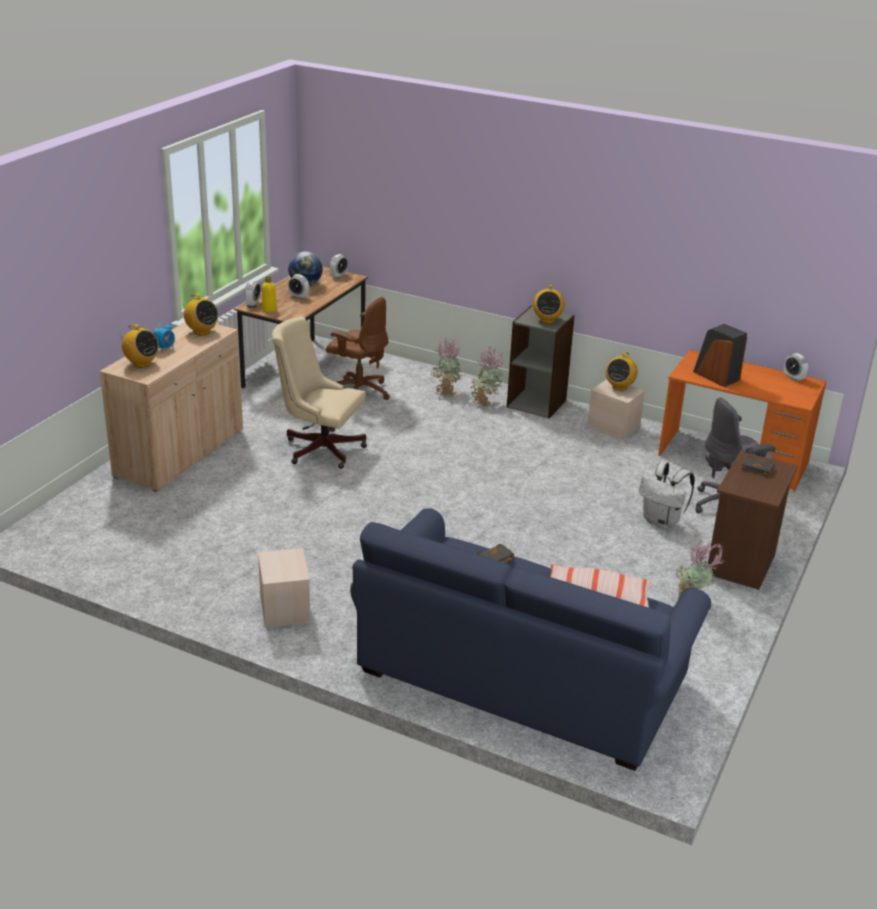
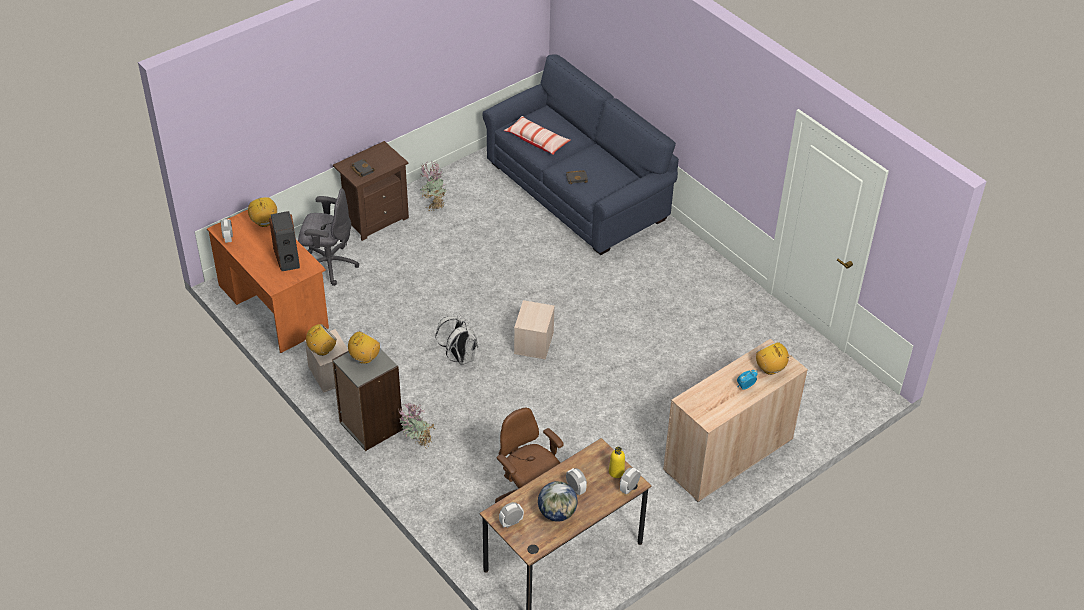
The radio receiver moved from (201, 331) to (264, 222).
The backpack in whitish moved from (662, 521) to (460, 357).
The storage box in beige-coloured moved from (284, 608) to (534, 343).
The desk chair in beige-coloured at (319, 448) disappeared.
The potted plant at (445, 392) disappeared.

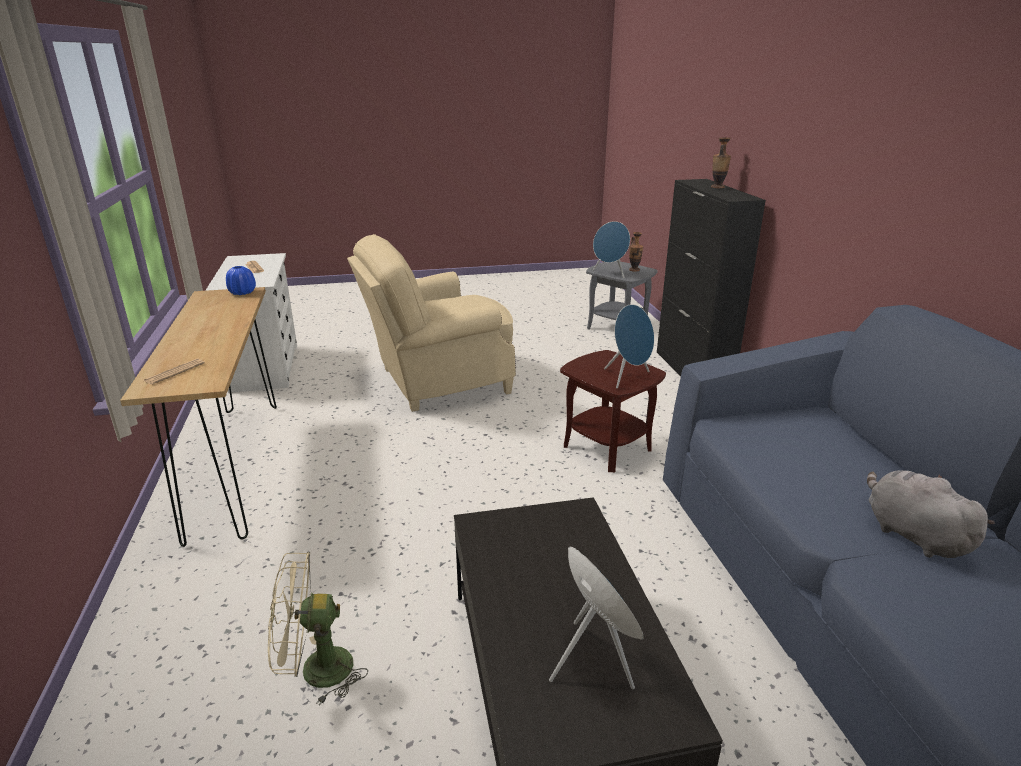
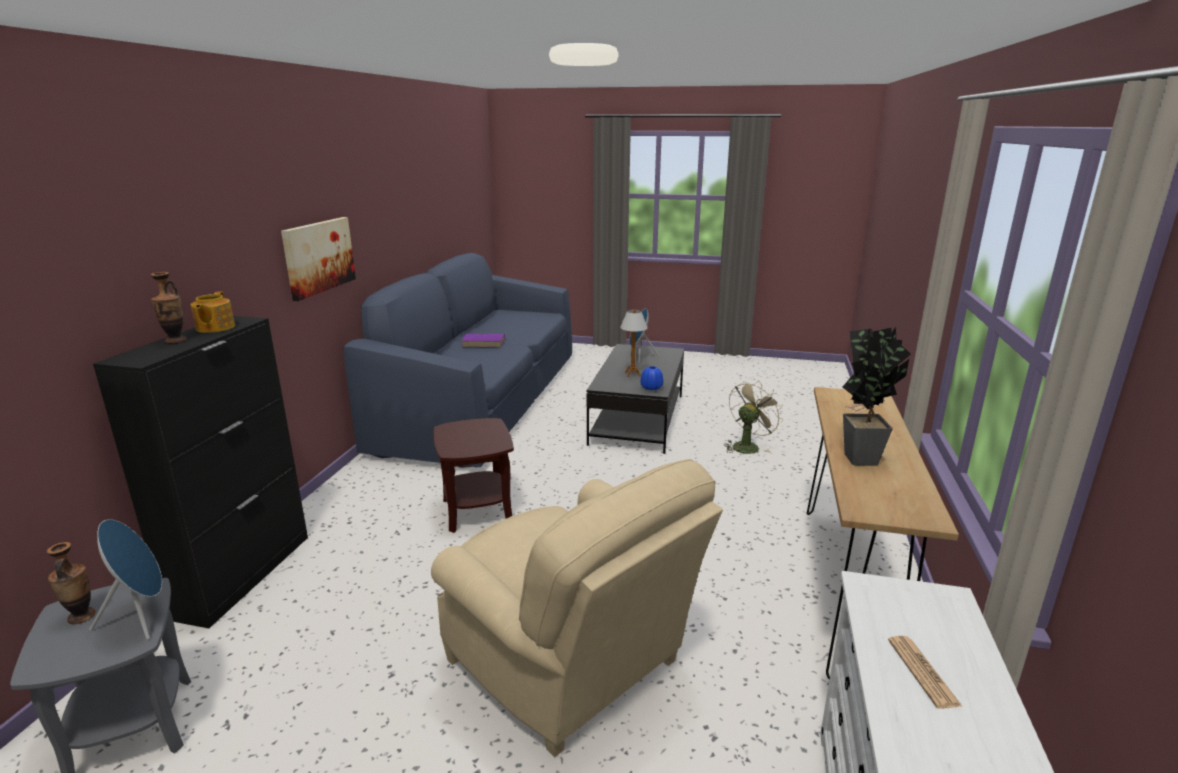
The pot for tea at (214, 328) appeared.
The picture at (318, 256) appeared.
The armchair in beige-coloured at (438, 381) turned 45 degrees clockwise.
The soft toy in greyish at (912, 534) was replaced by the bound book in purple-coloured at (484, 342).
The table lamp at (632, 374) appeared.
The decorative vase in bluish moved from (242, 292) to (651, 388).
The fan in beige-coloured at (315, 671) turned 60 degrees counterclockwise.
The potted plant at (862, 456) appeared.
The loudspeaker in bluish at (628, 378) disappeared.

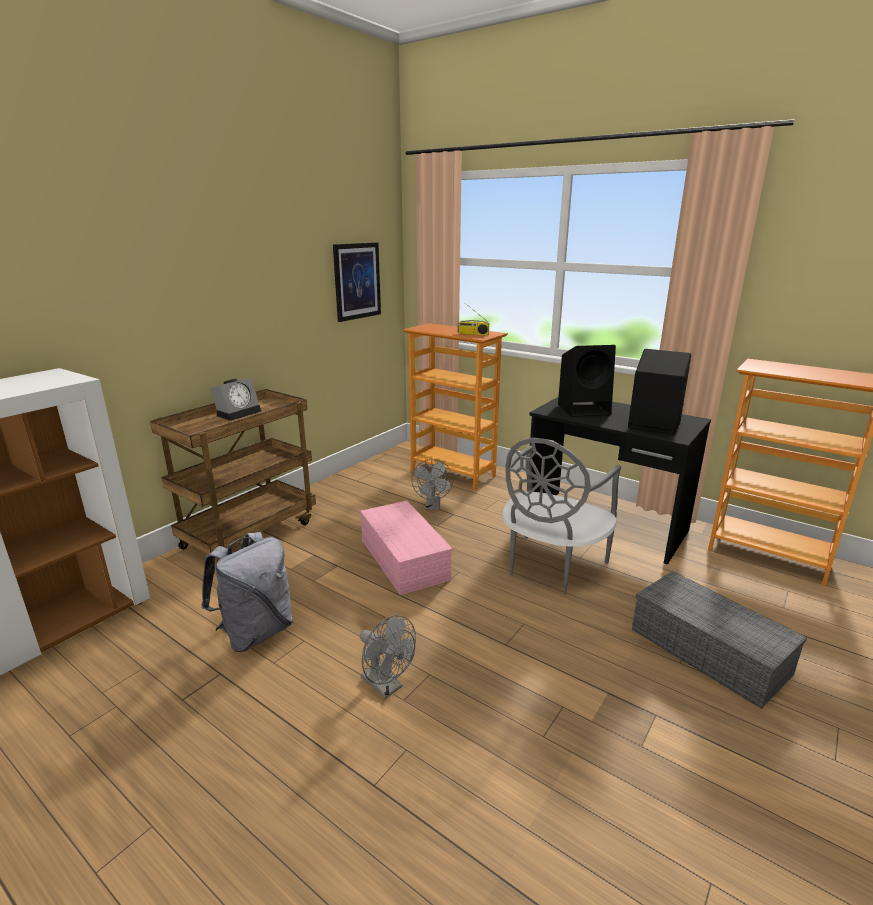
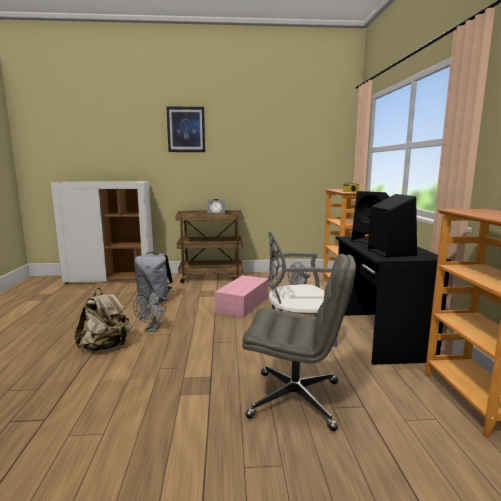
The backpack in beige-coloured at (105, 347) appeared.
The picture moved from (357, 281) to (186, 129).
The storage box in greyish at (711, 651) was replaced by the desk chair in greyish at (296, 399).

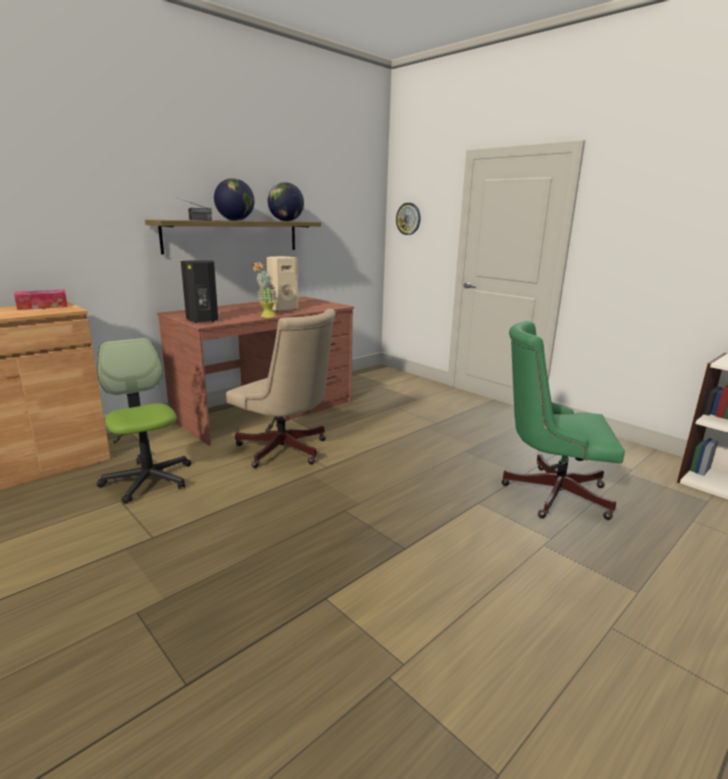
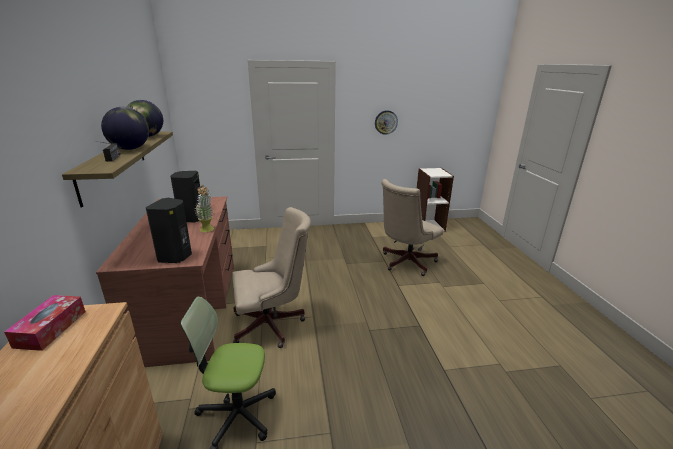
The loudspeaker in beige-coloured at (282, 309) became the loudspeaker in blackish at (191, 218).
The hanging clock moved from (408, 219) to (386, 122).
The desk chair in green at (549, 492) became the desk chair in beige-coloured at (405, 263).

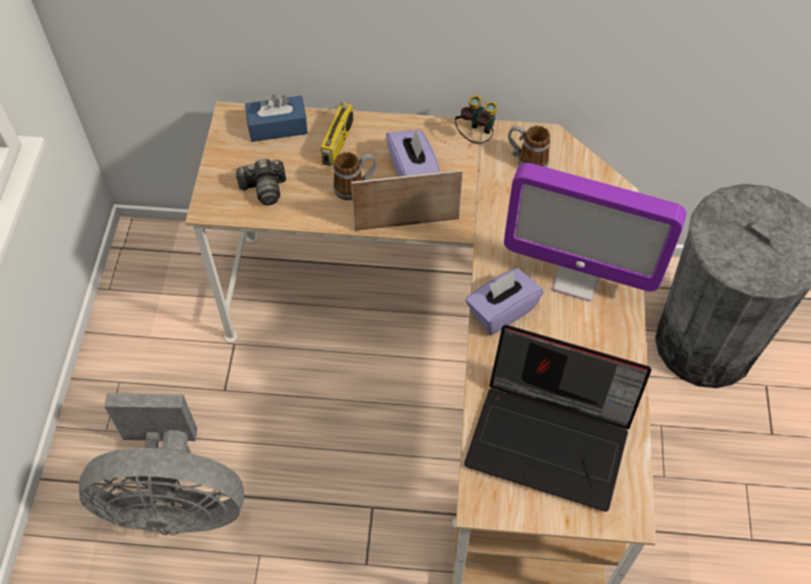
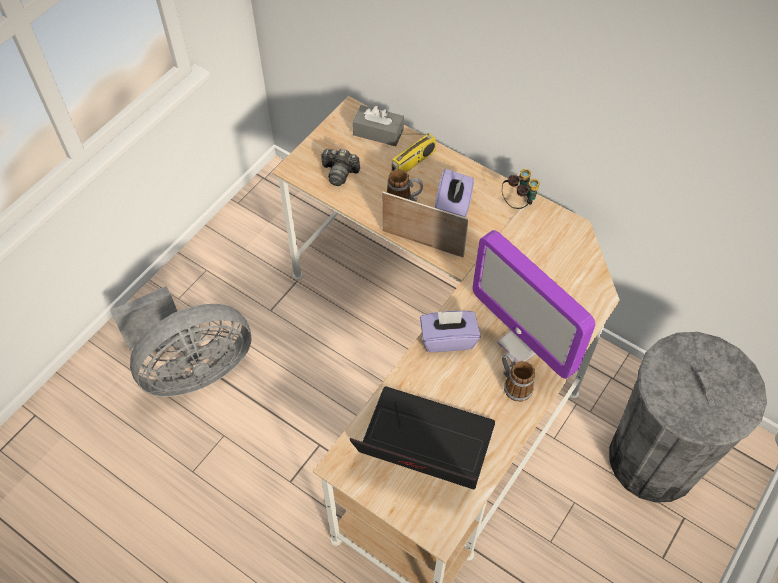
The fan in greyish at (175, 501) turned 60 degrees counterclockwise.
The laptop at (552, 437) turned 150 degrees clockwise.
The tissue box in bluish at (277, 127) became the tissue box in greyish at (378, 132).
The tea mug moved from (526, 160) to (514, 384).

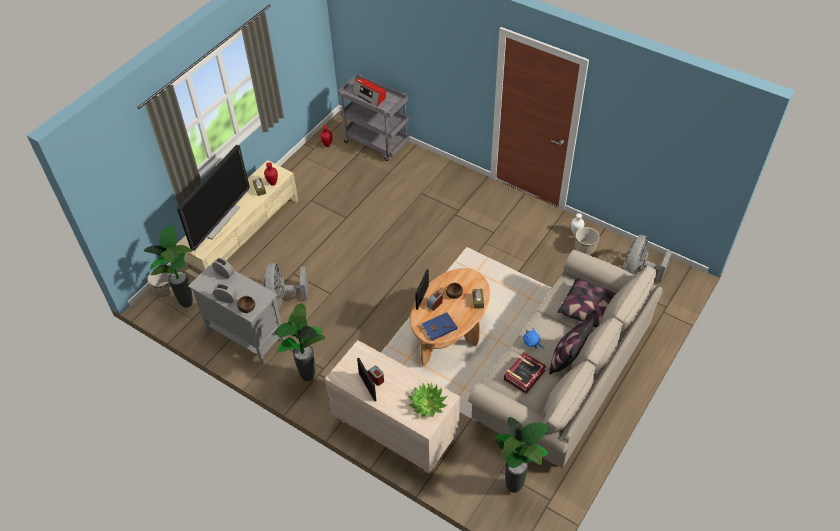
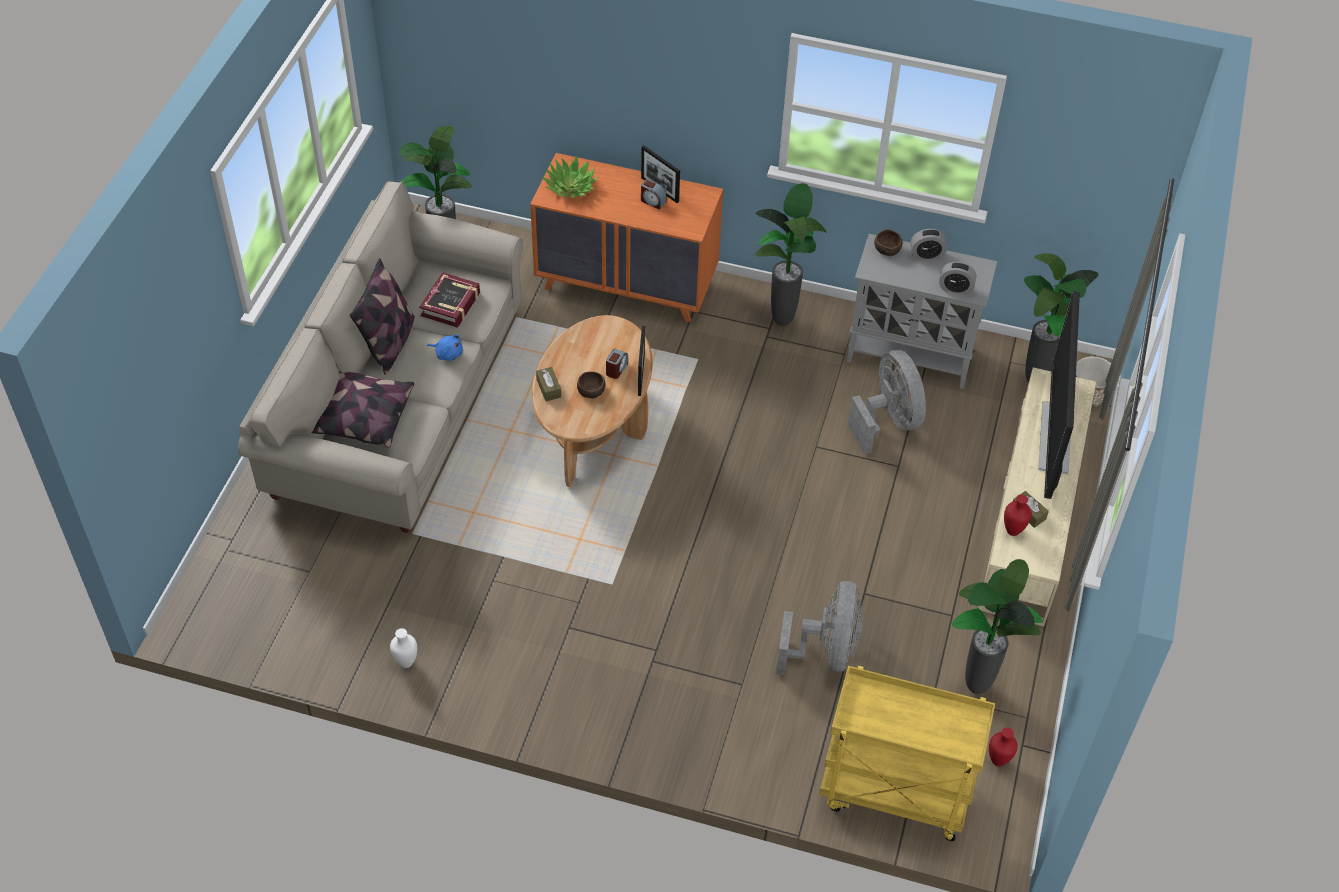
The chest of drawers in beige-coloured at (394, 430) became the chest of drawers in orange at (627, 284).
The fan in greyish moved from (638, 273) to (825, 652).
The wheeled cart in greyish at (377, 143) became the wheeled cart in yellow at (893, 794).
The potted plant at (974, 687) appeared.
The radio receiver at (369, 95) disappeared.
The bound book in bluish at (438, 327) disappeared.
The planter at (584, 249) disappeared.

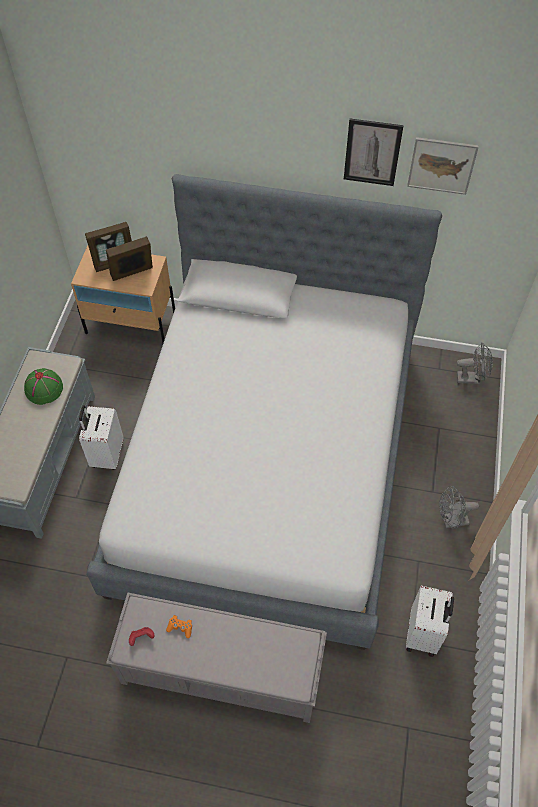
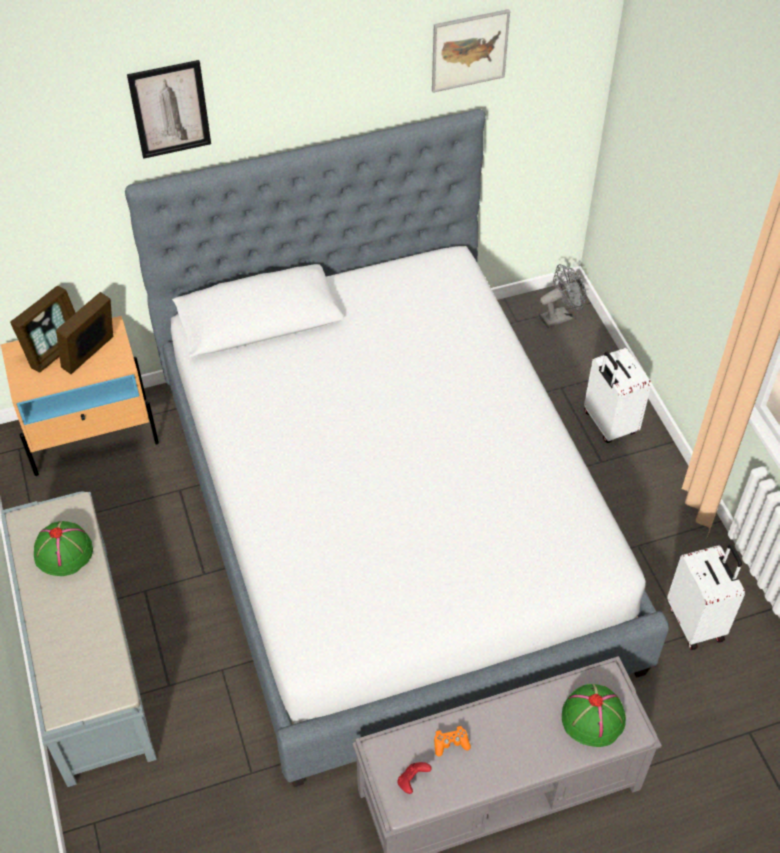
The picture moved from (372, 152) to (170, 109).
The clothing hat in green at (593, 718) appeared.
The piece of luggage in whitish moved from (106, 455) to (608, 424).
The fan in greyish at (451, 521) disappeared.

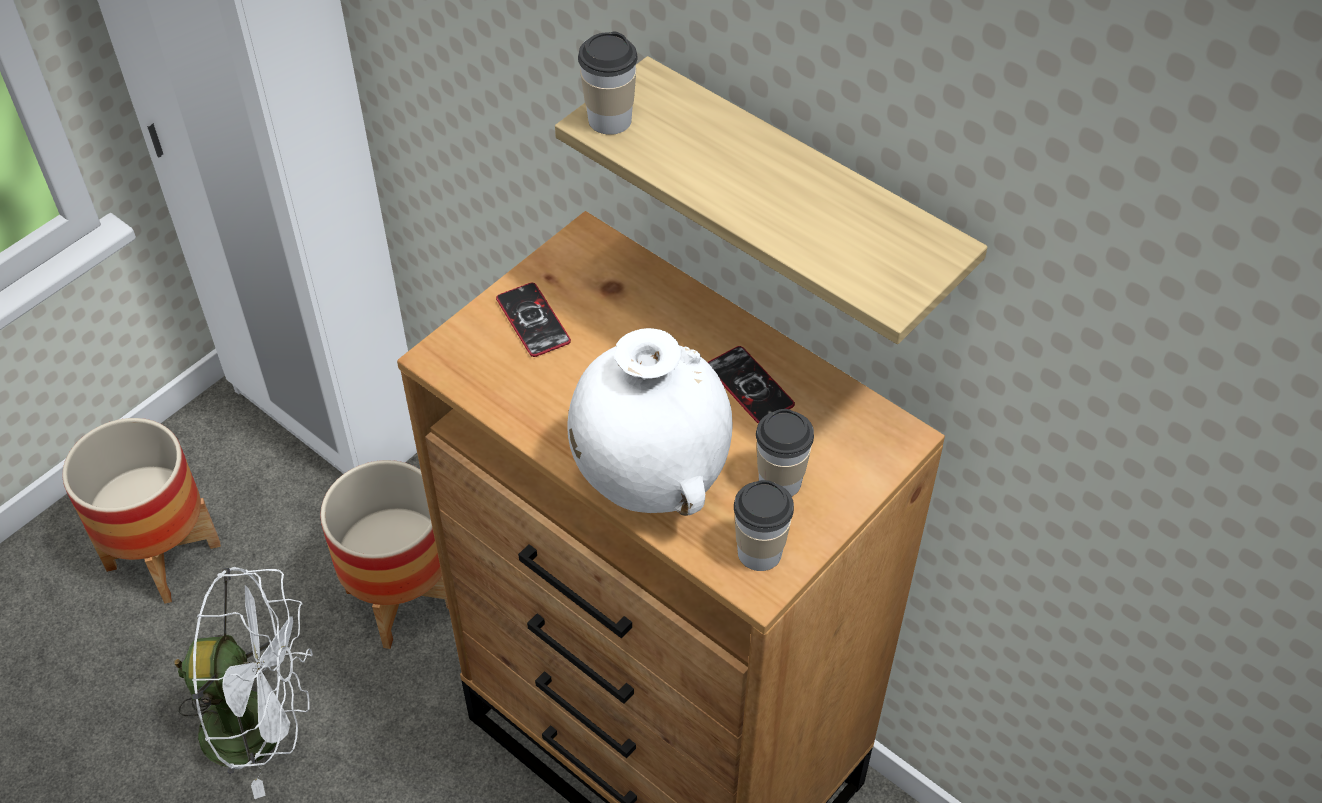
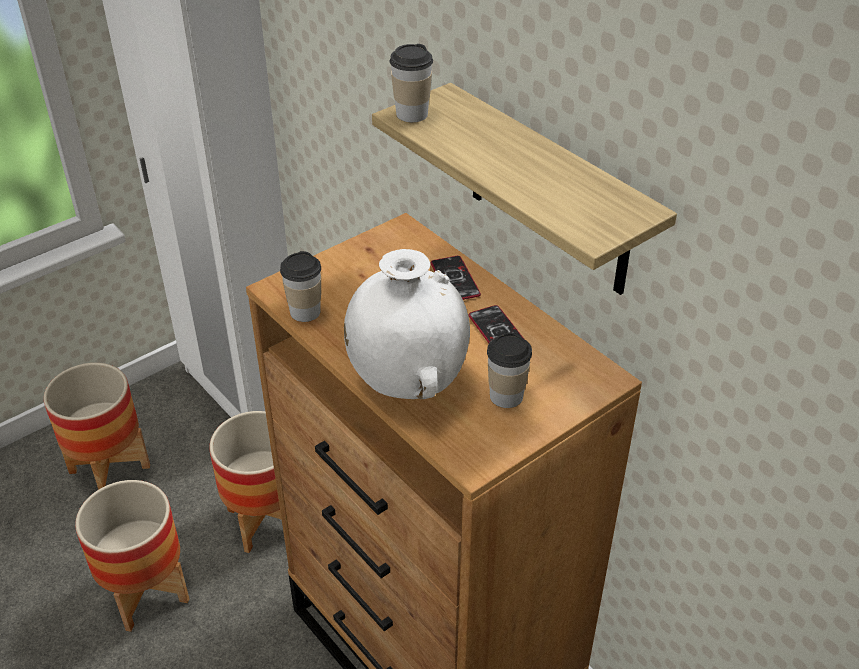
The fan in whitish at (262, 726) was replaced by the planter at (146, 593).
The drinking cup moved from (759, 552) to (305, 312).
The phone moved from (533, 321) to (455, 279).

